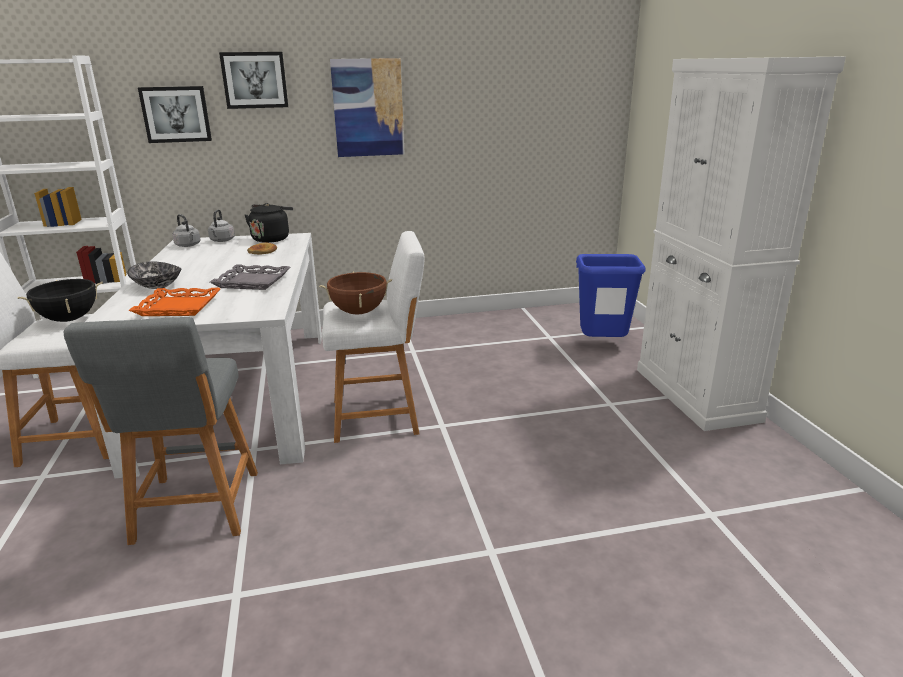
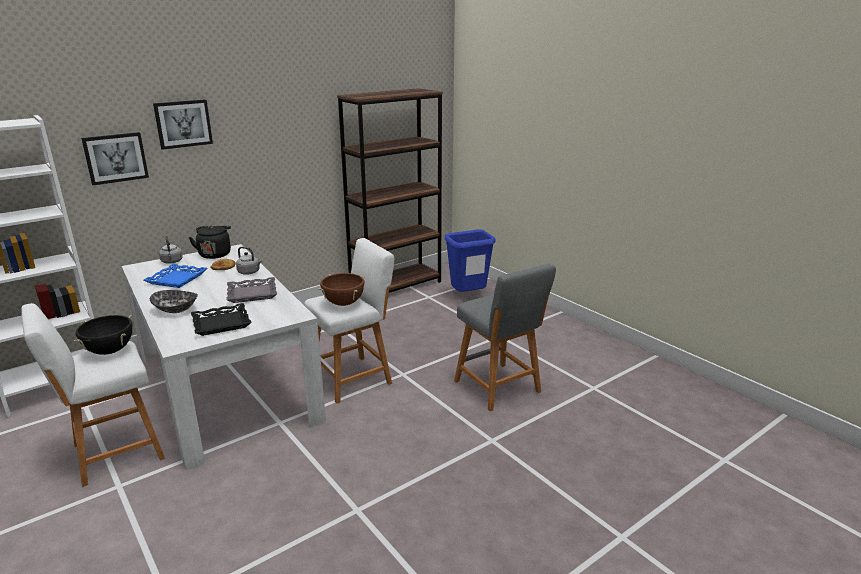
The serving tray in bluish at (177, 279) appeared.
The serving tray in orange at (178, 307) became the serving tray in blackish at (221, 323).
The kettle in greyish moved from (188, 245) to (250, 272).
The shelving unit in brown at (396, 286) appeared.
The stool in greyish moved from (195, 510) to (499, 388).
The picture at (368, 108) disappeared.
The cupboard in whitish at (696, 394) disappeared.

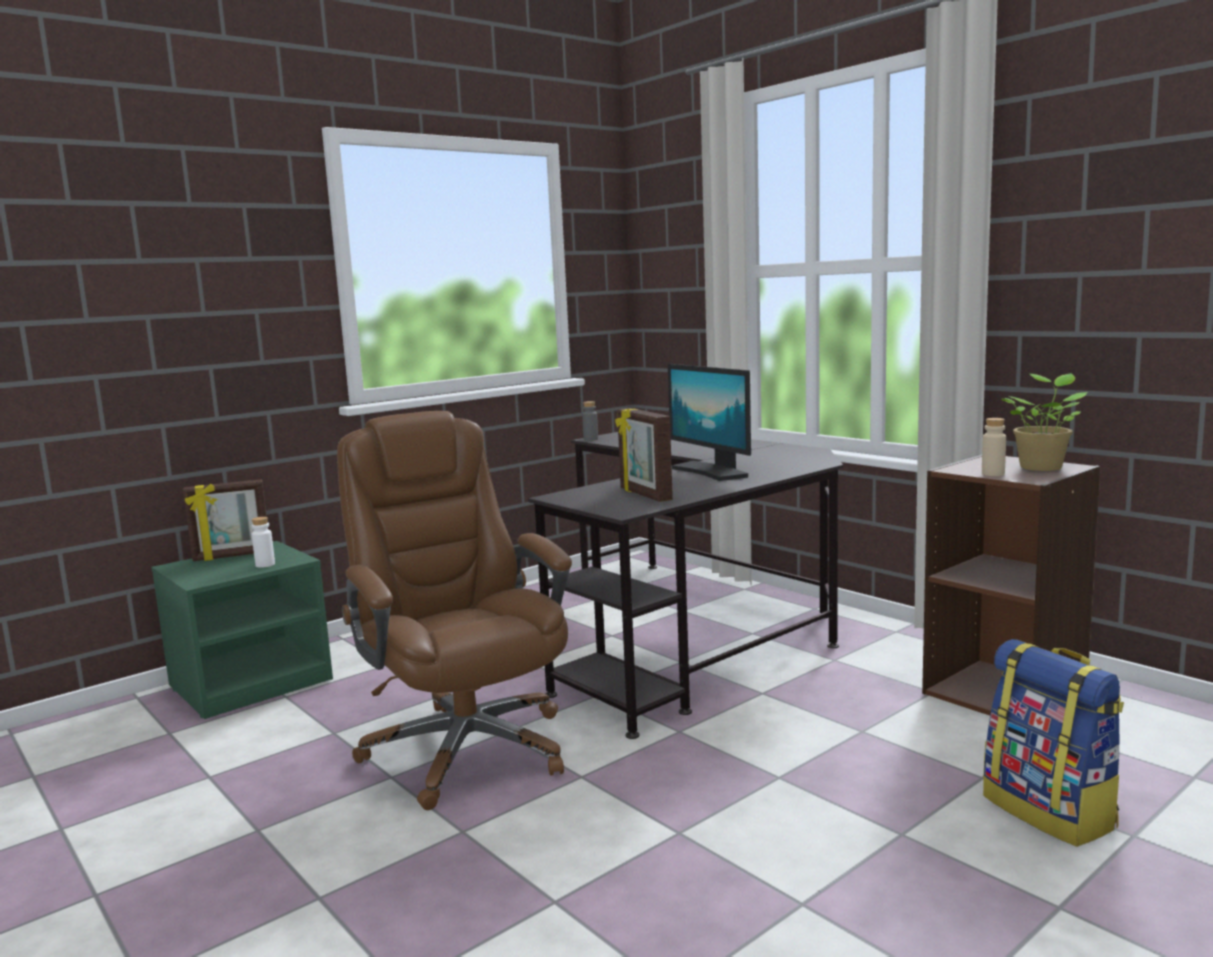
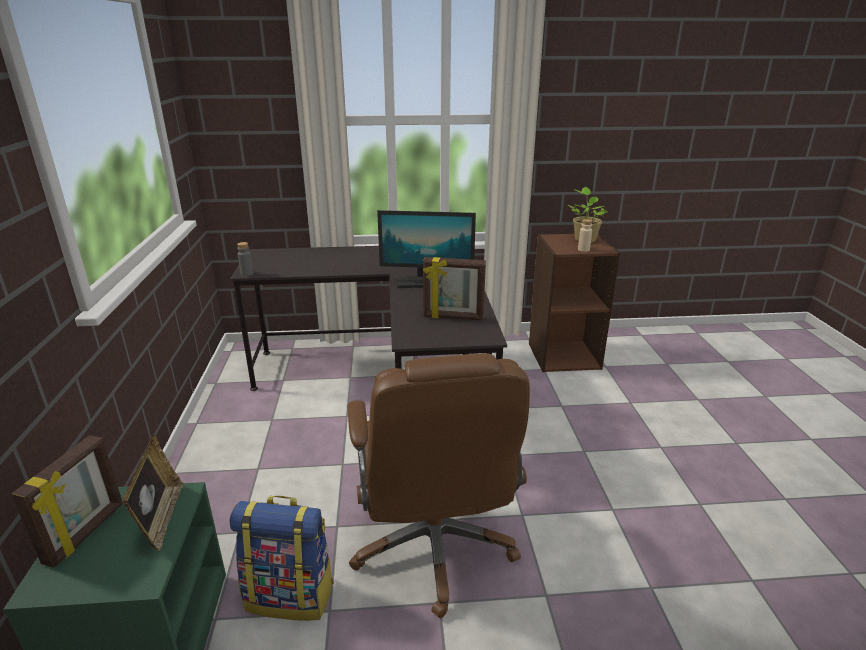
The drink bottle in whitish at (265, 565) was replaced by the picture frame at (161, 518).
The backpack moved from (1051, 812) to (291, 595).
The desk chair in brown at (466, 748) turned 105 degrees counterclockwise.

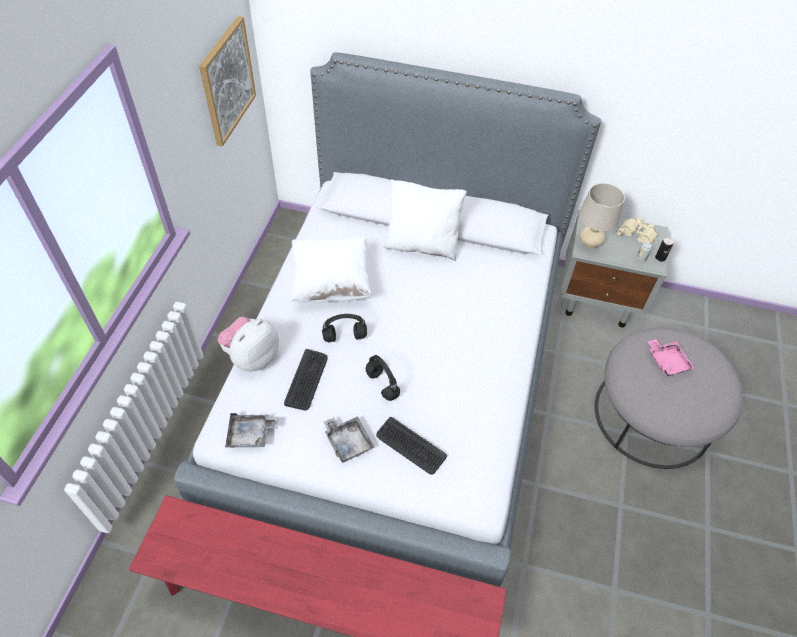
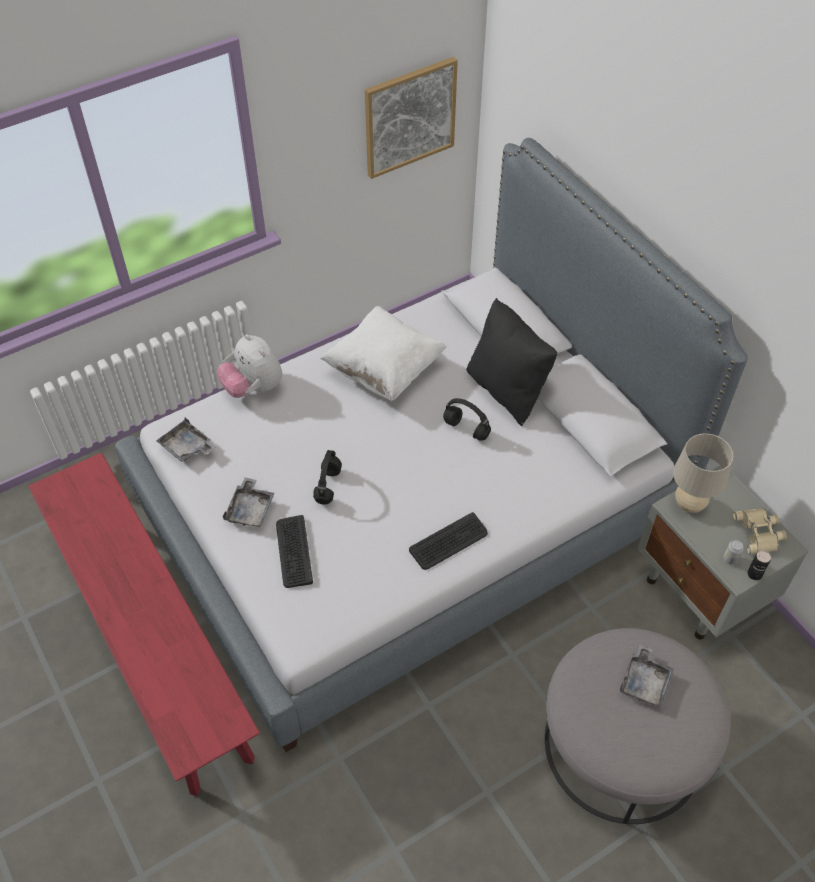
The soft toy at (252, 357) turned 120 degrees counterclockwise.
The PC keyboard moved from (306, 380) to (449, 542).
The headphones in blackish moved from (345, 337) to (467, 429).
The throw pillow in whitish at (422, 244) became the throw pillow in blackish at (507, 389).
The serving tray in pink at (667, 361) became the serving tray in greyish at (645, 681).

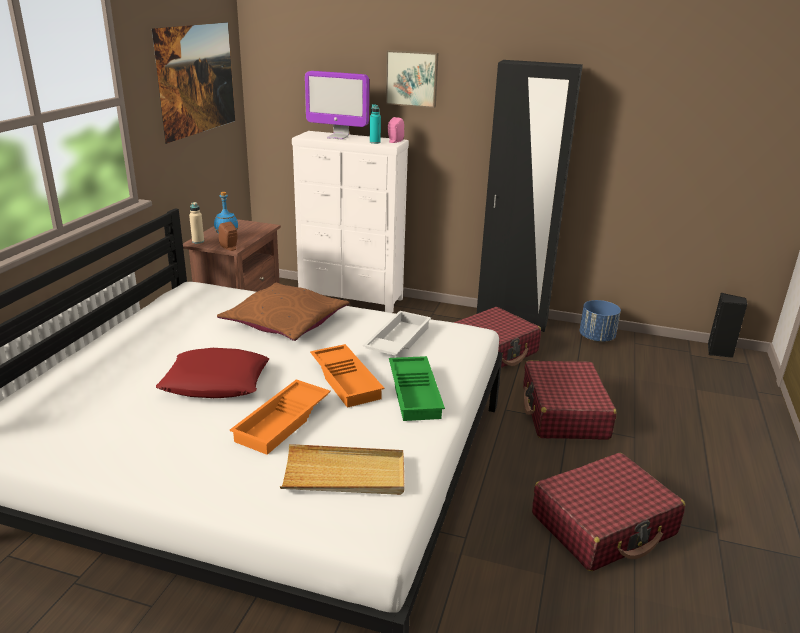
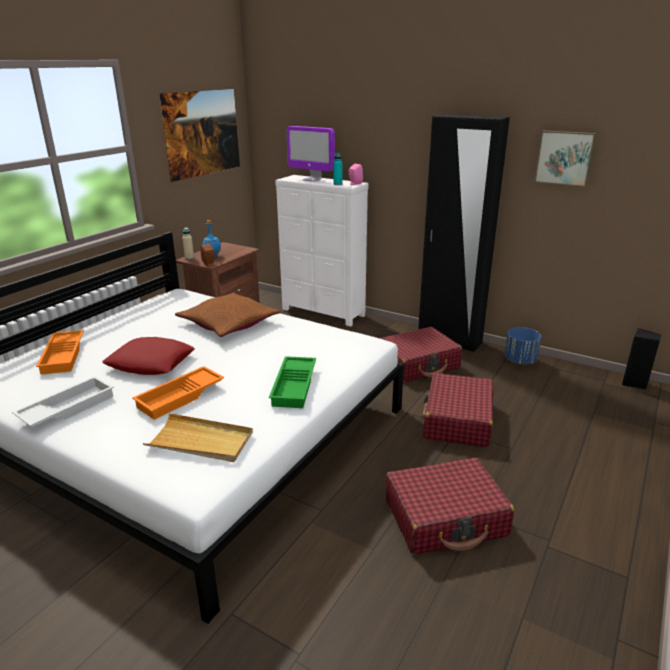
The serving tray in whitish moved from (397, 340) to (67, 408).
The serving tray in orange moved from (347, 380) to (64, 356).
The picture moved from (412, 78) to (564, 158).

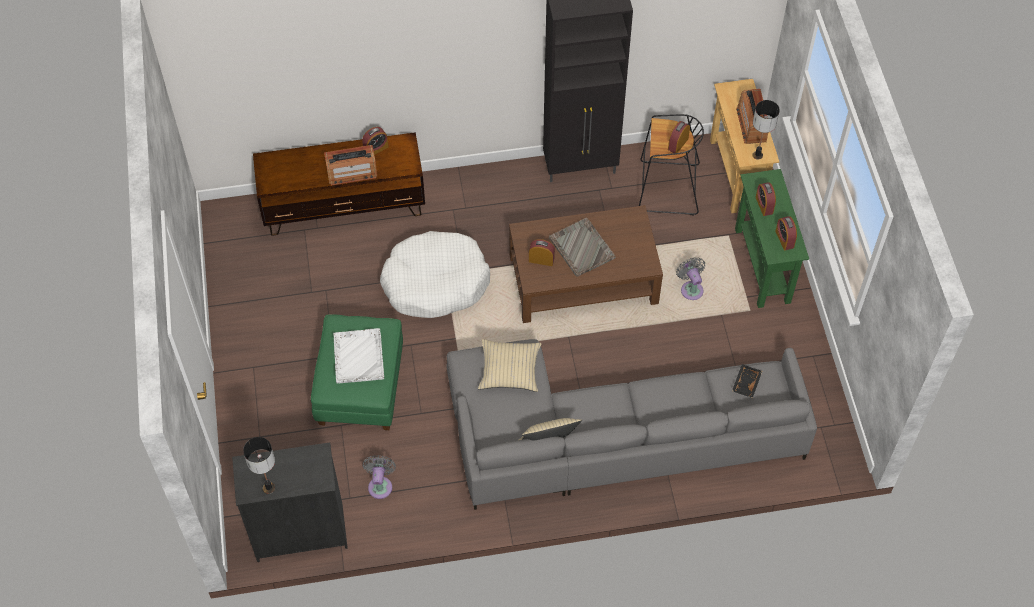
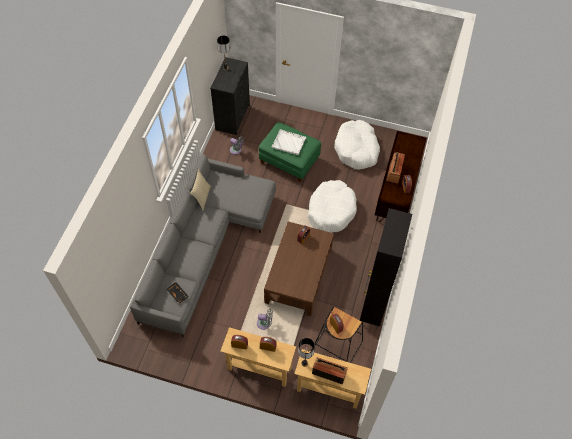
The console table in green at (762, 265) became the console table in beige-coloured at (259, 368).
The dog bed in whitish at (356, 149) appeared.
The throw pillow in beige-coloured at (509, 370) disappeared.
The serving tray in greyish at (581, 247) disappeared.

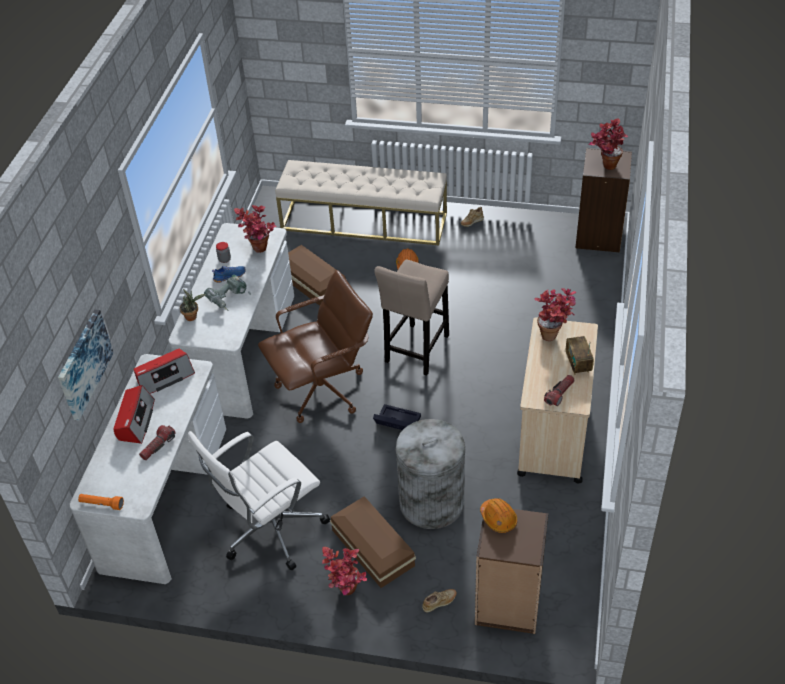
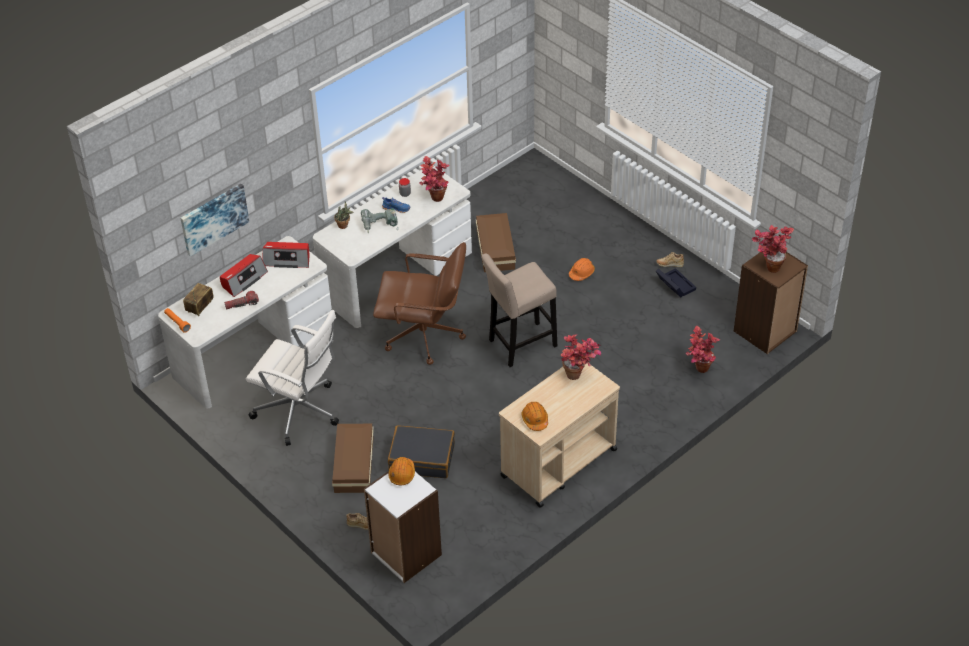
The radio receiver moved from (578, 363) to (200, 307).
The desk chair in whitish at (269, 529) turned 150 degrees counterclockwise.
The shelving unit in brown at (508, 604) became the shelving unit in whitish at (405, 554).
The rubbish bin in greyish at (431, 502) was replaced by the piece of luggage in blackish at (422, 458).
The hand torch at (559, 394) was replaced by the hard hat in orange at (535, 419).
The storage box in blackish moved from (396, 422) to (674, 285).
The potted plant moved from (346, 594) to (699, 371).
The indoor bench in beige-coloured at (364, 221) disappeared.

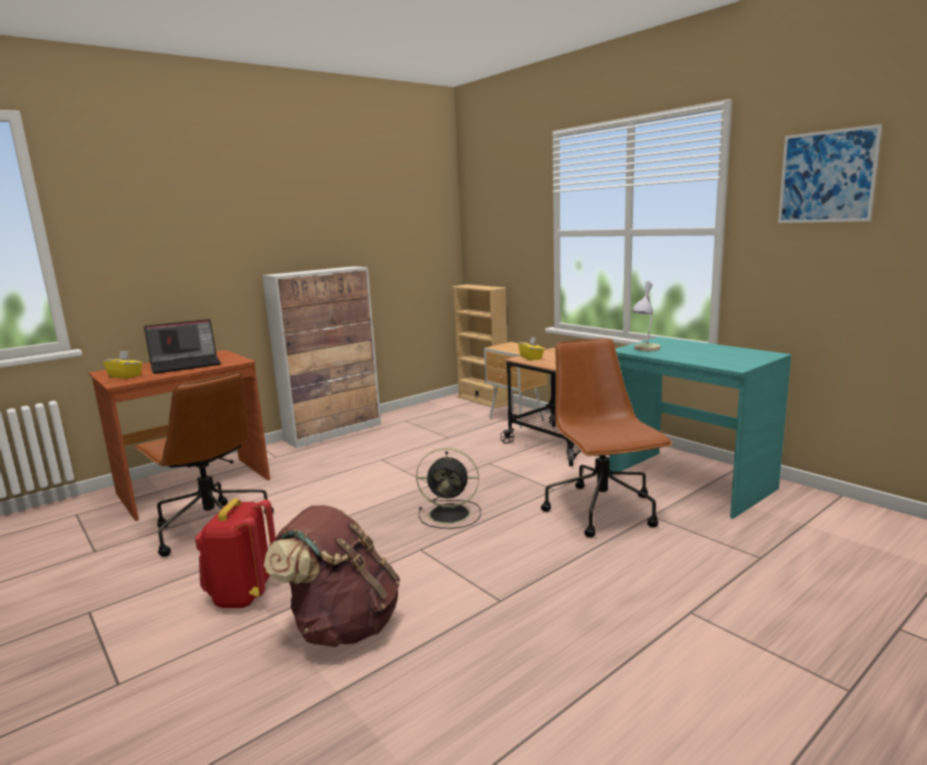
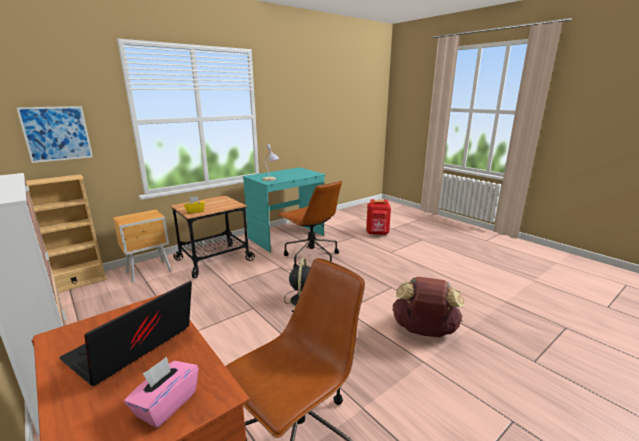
The picture moved from (827, 177) to (57, 133).
The laptop at (187, 364) turned 120 degrees counterclockwise.
The tissue box in yellow at (125, 376) became the tissue box in pink at (166, 404).
The desk chair in brown at (603, 511) turned 120 degrees counterclockwise.
The backpack in reddish moved from (242, 595) to (377, 233).

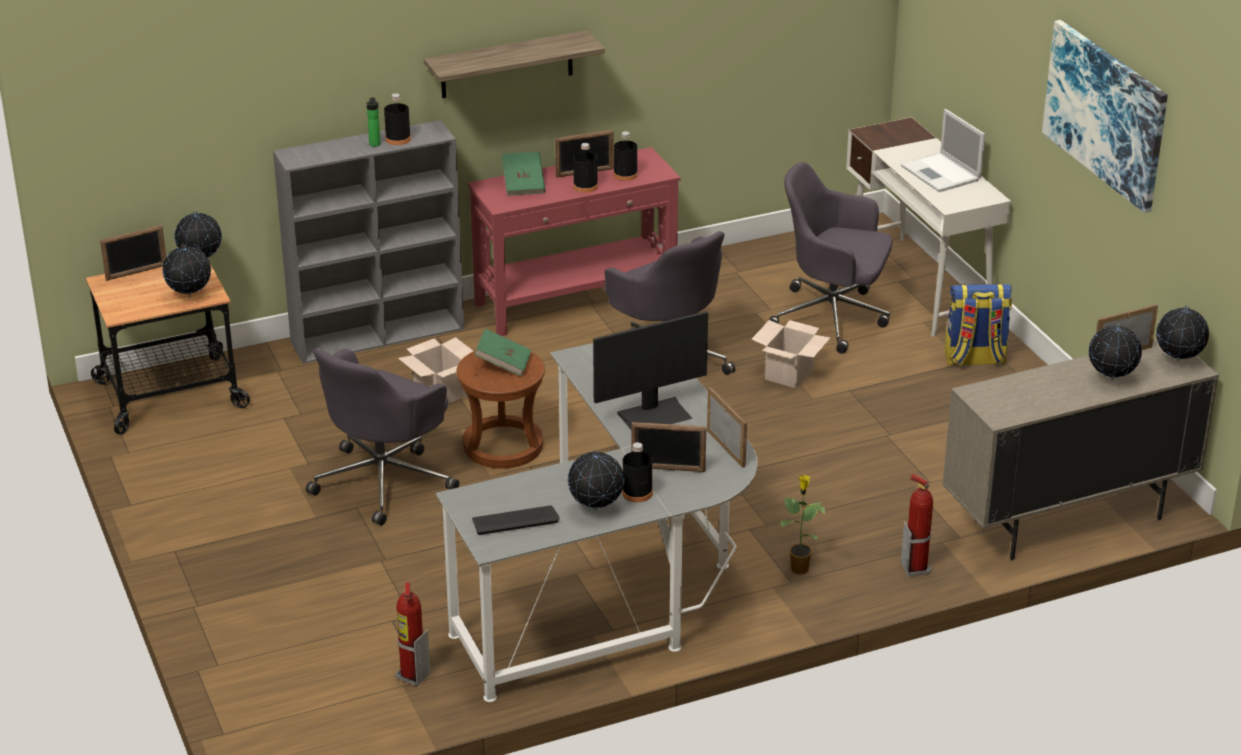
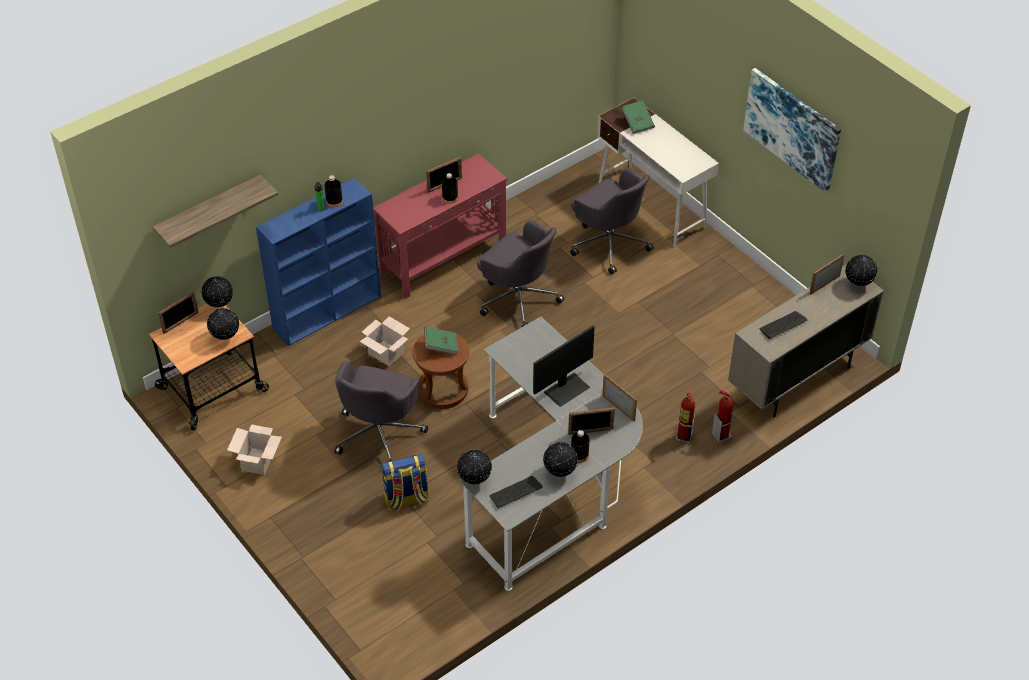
The bracket shelf moved from (507, 65) to (209, 211).
The packing box moved from (789, 375) to (258, 462).
The shelving unit in greyish at (379, 335) became the shelving unit in bluish at (328, 312).
The backpack moved from (974, 359) to (406, 499).
The globe moved from (1110, 379) to (474, 480).
The desk chair in greyish at (833, 318) turned 135 degrees counterclockwise.
The bound book in green moved from (523, 185) to (637, 123).
The extinguisher moved from (412, 676) to (684, 437).
The PC keyboard at (782, 325) appeared.
The drink bottle in blackish at (625, 175) disappeared.
The potted plant at (799, 568) disappeared.
The laptop at (941, 174) disappeared.

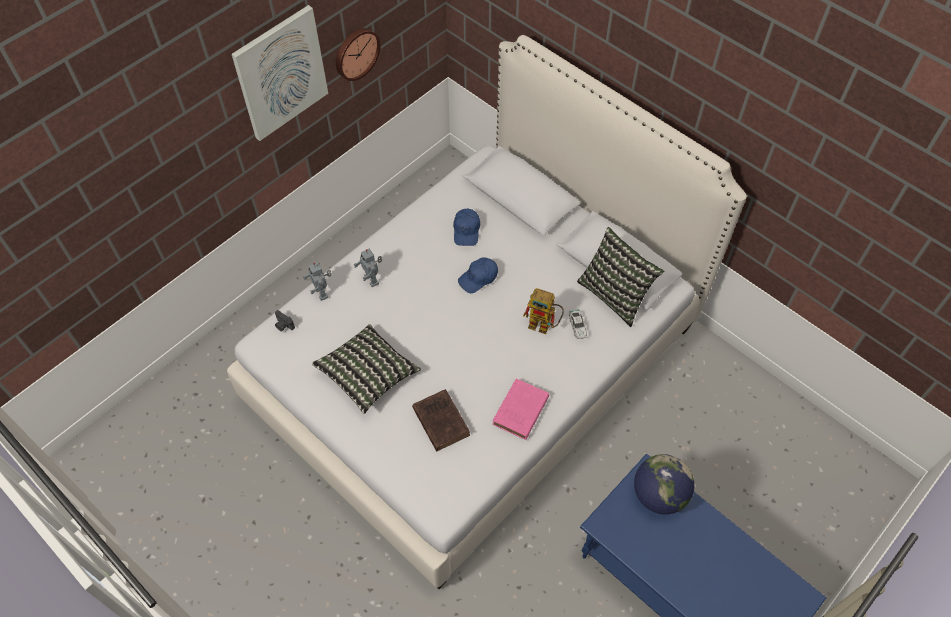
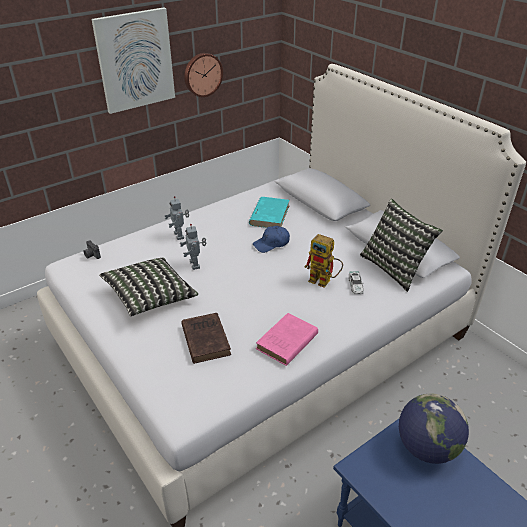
The robot figure moved from (322, 293) to (195, 264).
The baseball cap in bluish at (466, 230) was replaced by the bound book in turquoise-coloured at (269, 215).

